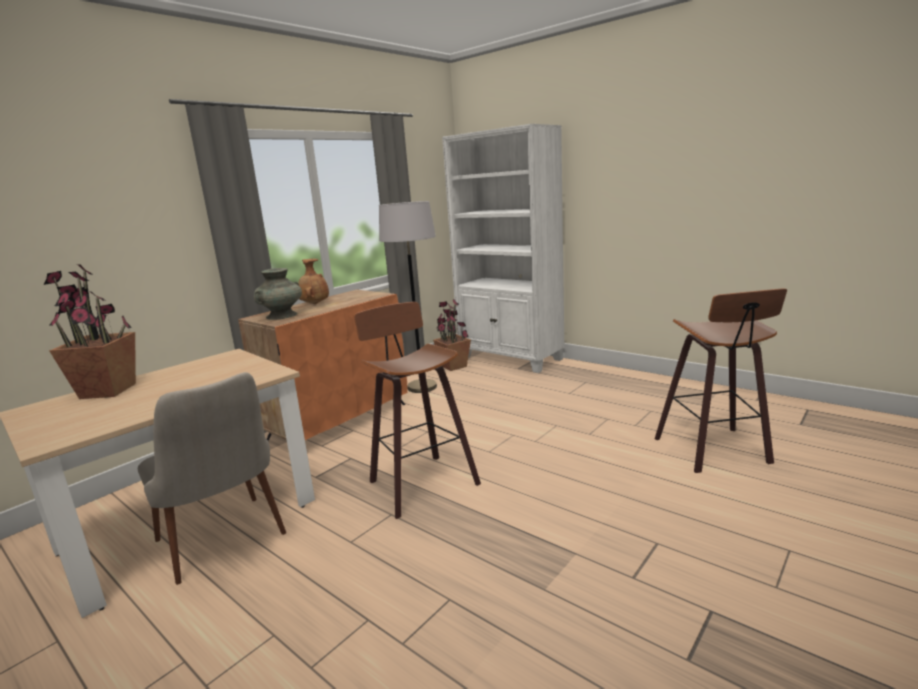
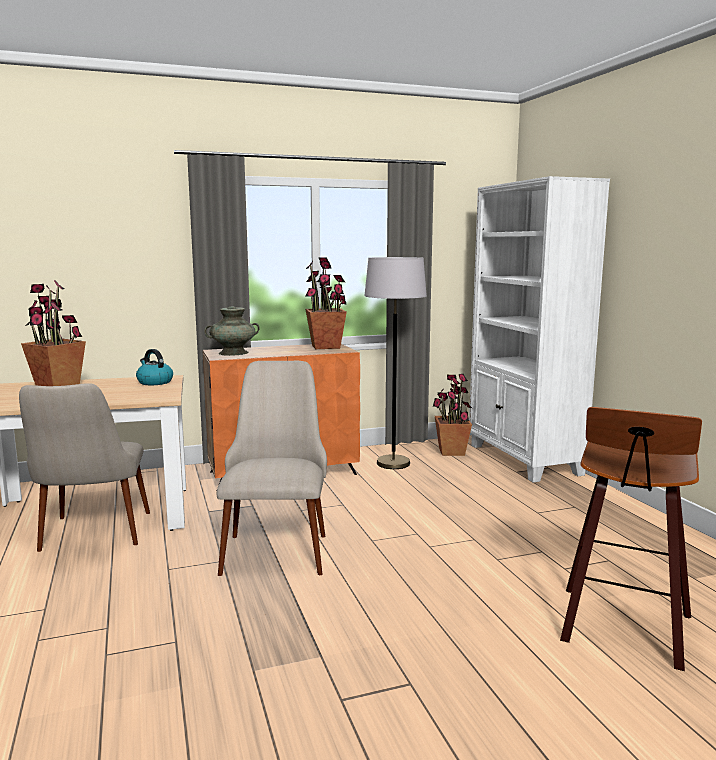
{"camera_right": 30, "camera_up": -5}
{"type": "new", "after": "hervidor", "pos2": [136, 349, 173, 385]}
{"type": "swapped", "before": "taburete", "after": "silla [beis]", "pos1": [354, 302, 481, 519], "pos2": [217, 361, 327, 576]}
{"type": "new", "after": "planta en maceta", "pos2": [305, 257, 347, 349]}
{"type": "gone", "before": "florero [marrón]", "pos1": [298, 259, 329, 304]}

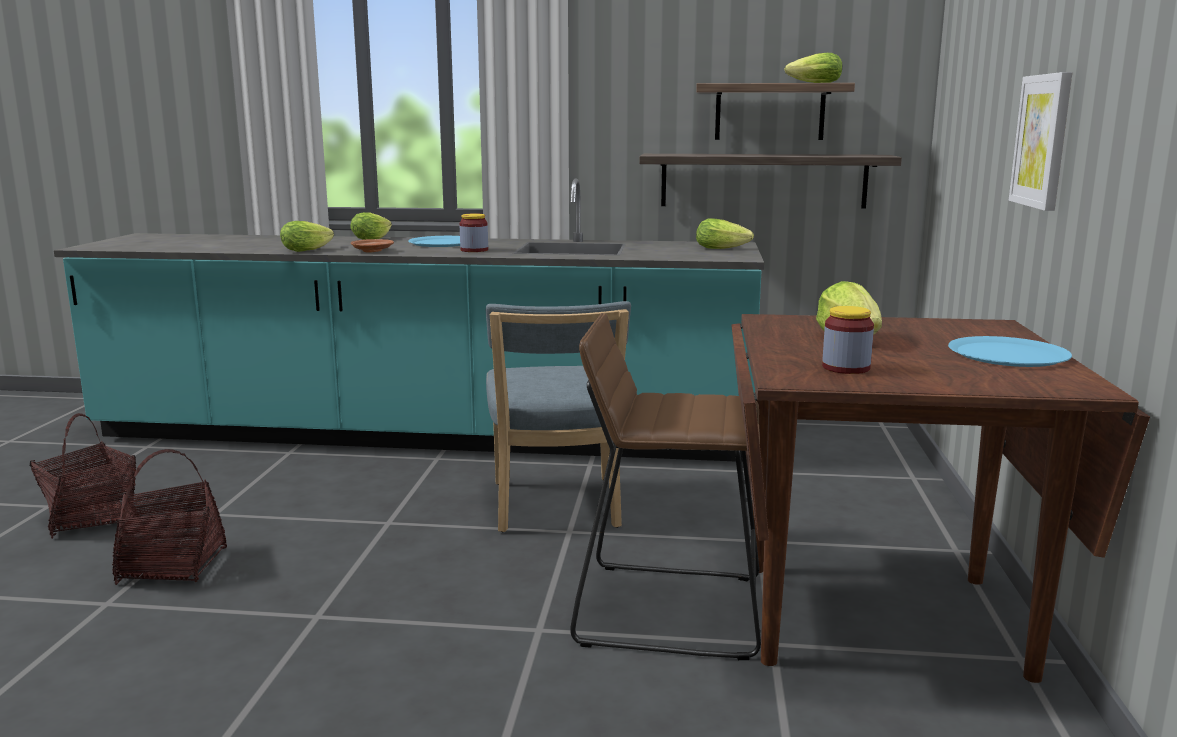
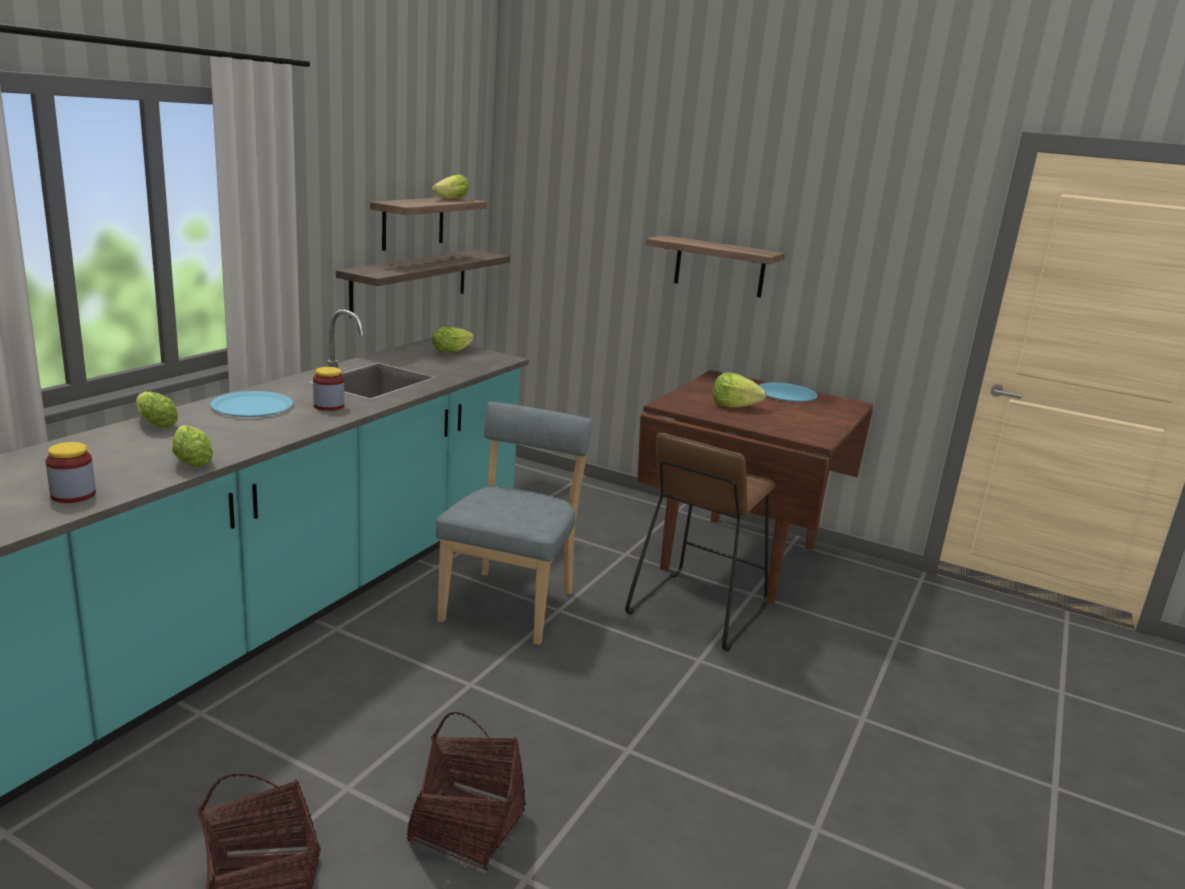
{"camera_right": -70, "camera_up": 5}
{"type": "shifted", "before": "tarro", "pos1": [822, 306, 874, 374], "pos2": [45, 442, 96, 503]}
{"type": "rotated", "before": "silla [azul]", "pos1": [486, 301, 631, 532], "pos2": [436, 402, 593, 645], "turn": -90}
{"type": "swapped", "before": "cuadro", "after": "estante", "pos1": [1009, 72, 1072, 211], "pos2": [646, 235, 785, 298]}
{"type": "gone", "before": "plato [marrón]", "pos1": [351, 239, 394, 253]}

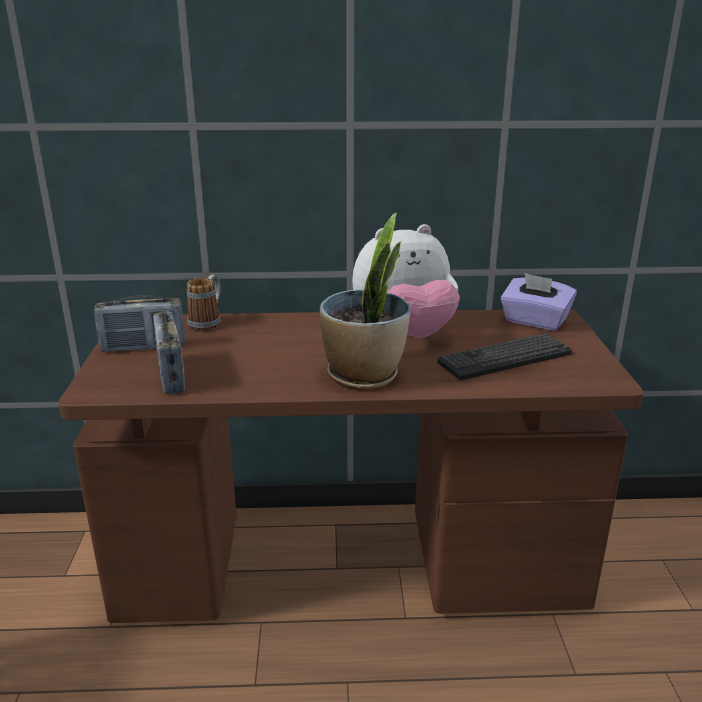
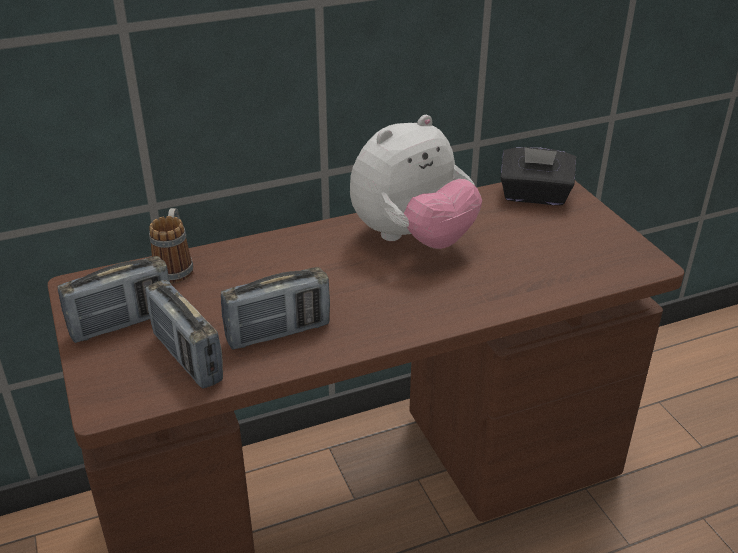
{"camera_right": -20, "camera_up": 10}
{"type": "new", "after": "radio", "pos2": [221, 267, 330, 350]}
{"type": "repainted", "before": "caja de pañuelos [morado]", "after": "caja de pañuelos [negro]", "pos1": [501, 273, 577, 331], "pos2": [500, 147, 576, 205]}
{"type": "gone", "before": "planta en maceta", "pos1": [320, 212, 410, 390]}
{"type": "gone", "before": "teclado", "pos1": [437, 333, 572, 380]}

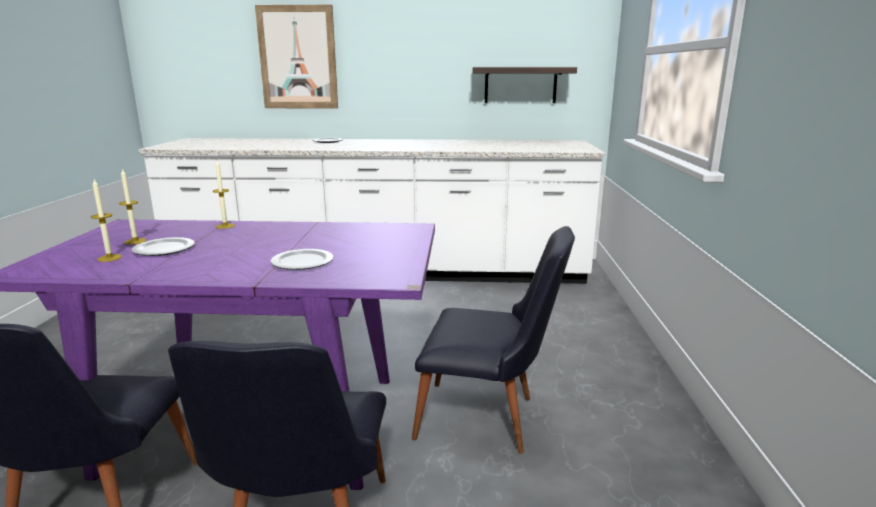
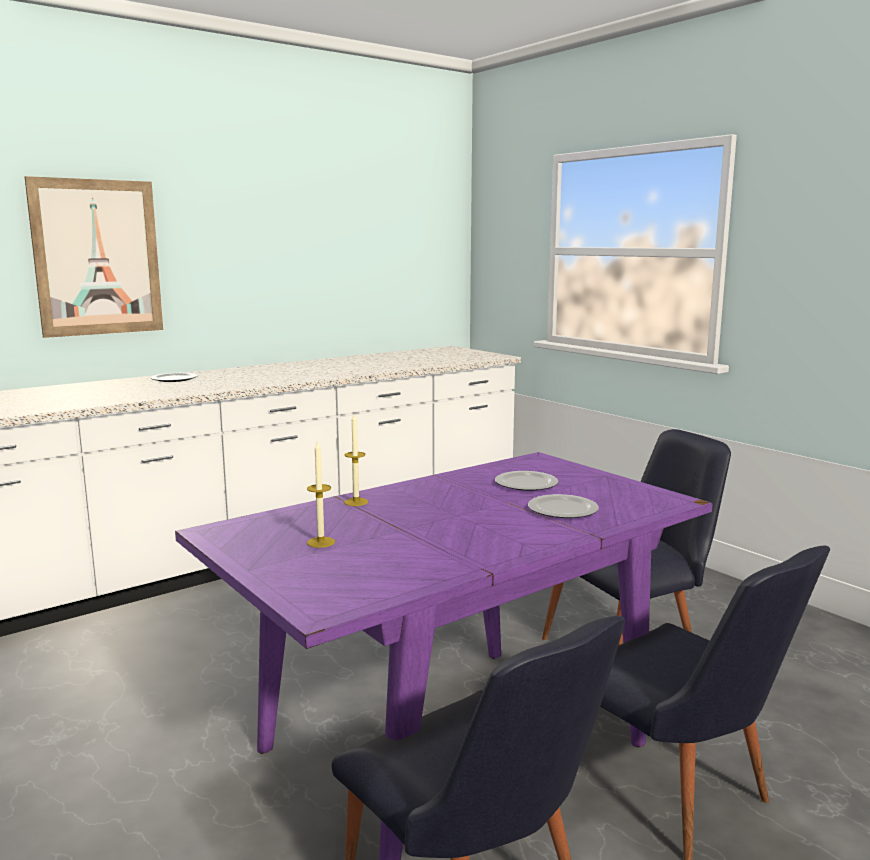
{"camera_right": -40, "camera_up": -5}
{"type": "shifted", "before": "plato", "pos1": [131, 237, 195, 256], "pos2": [495, 471, 559, 491]}
{"type": "gone", "before": "vela", "pos1": [91, 179, 122, 262]}
{"type": "gone", "before": "estante", "pos1": [473, 67, 577, 103]}

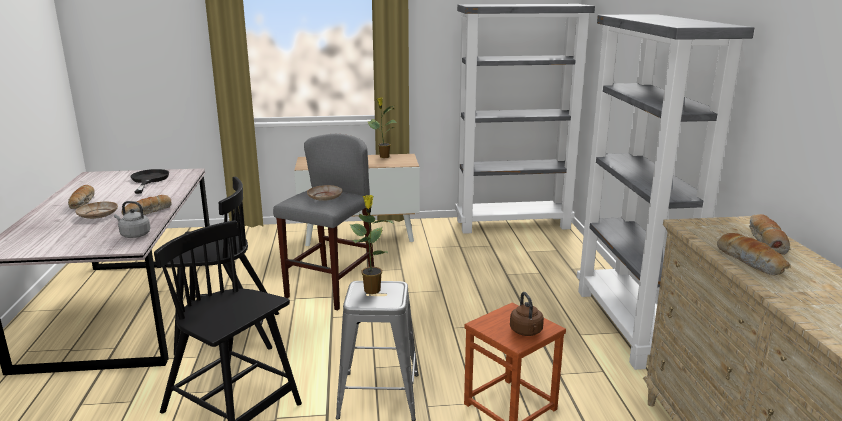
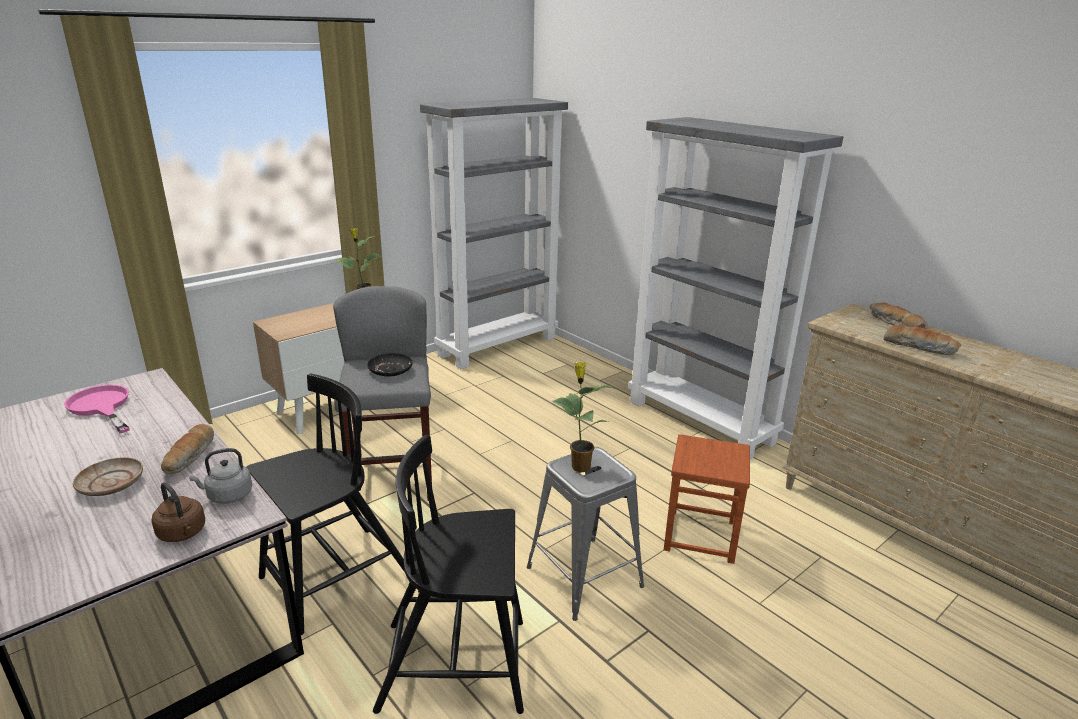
{"camera_right": -35, "camera_up": 5}
{"type": "repainted", "before": "sartén [negro]", "after": "sartén [rosa]", "pos1": [131, 169, 169, 194], "pos2": [64, 385, 130, 434]}
{"type": "shifted", "before": "hervidor [marrón]", "pos1": [510, 292, 544, 336], "pos2": [151, 482, 205, 542]}
{"type": "repainted", "before": "plato [beis]", "after": "plato [negro]", "pos1": [307, 185, 342, 201], "pos2": [367, 353, 413, 376]}
{"type": "gone", "before": "pan", "pos1": [68, 185, 95, 209]}

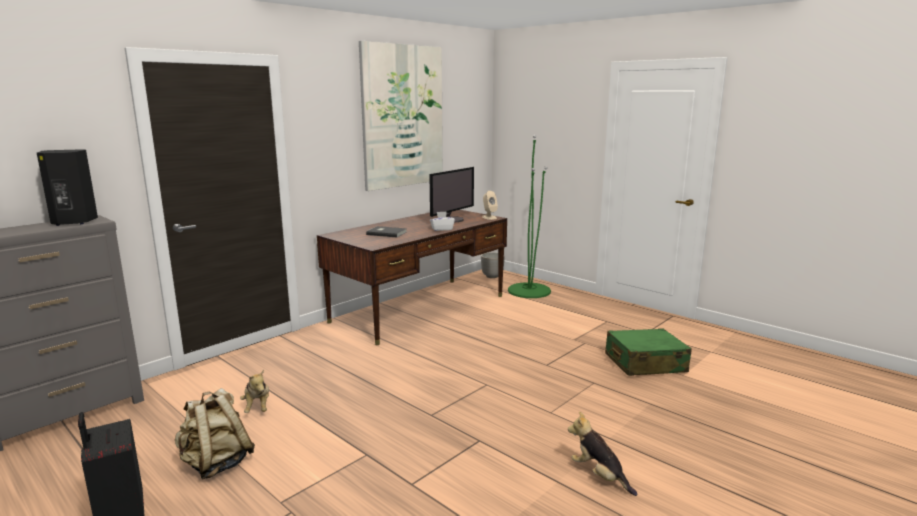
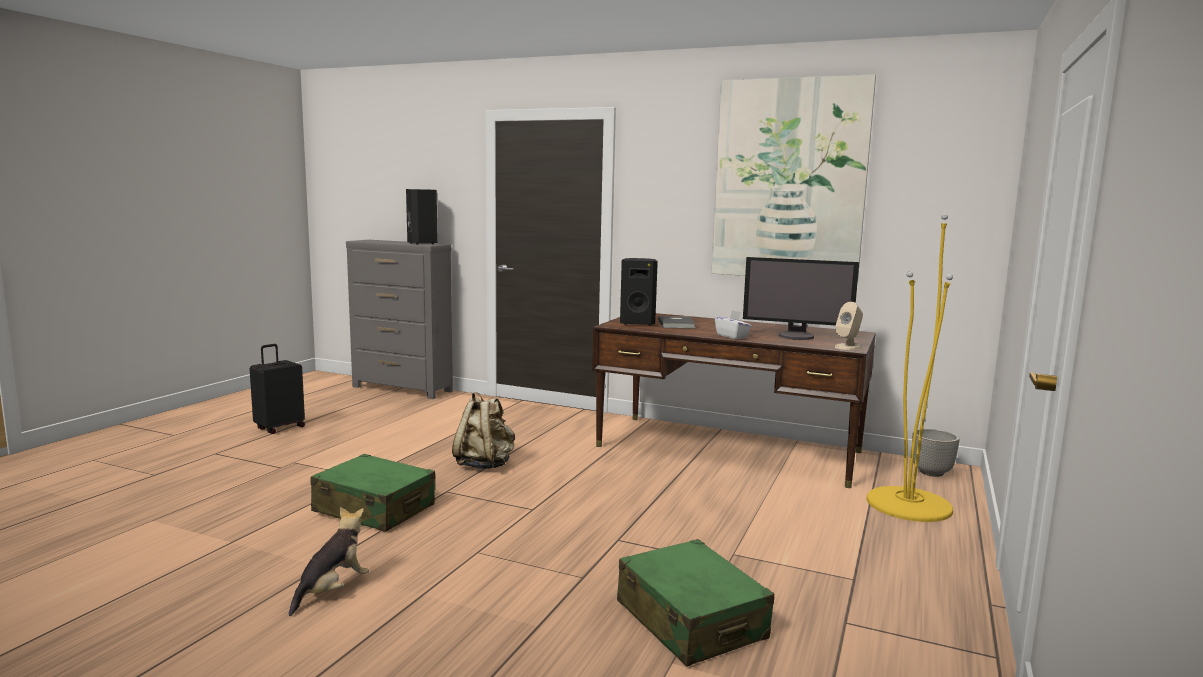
{"camera_right": 70, "camera_up": -5}
{"type": "new", "after": "maleta [verde]", "pos2": [311, 454, 435, 532]}
{"type": "shifted", "before": "mochila [beis]", "pos1": [175, 388, 255, 480], "pos2": [452, 392, 515, 469]}
{"type": "new", "after": "altavoz [negro]", "pos2": [620, 258, 658, 326]}
{"type": "repainted", "before": "lámpara de pie [verde]", "after": "lámpara de pie [amarillo]", "pos1": [508, 135, 551, 298], "pos2": [866, 214, 953, 522]}
{"type": "gone", "before": "peluche", "pos1": [240, 370, 269, 413]}

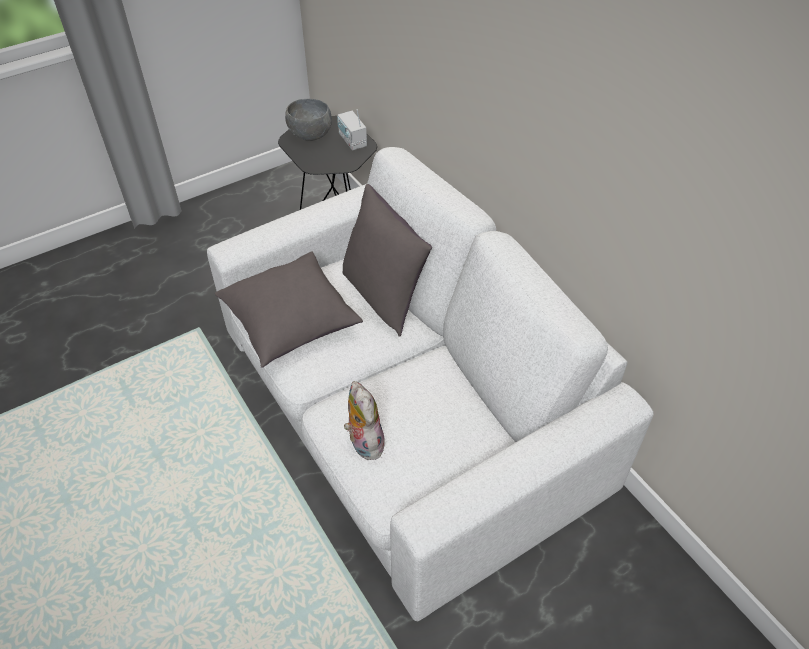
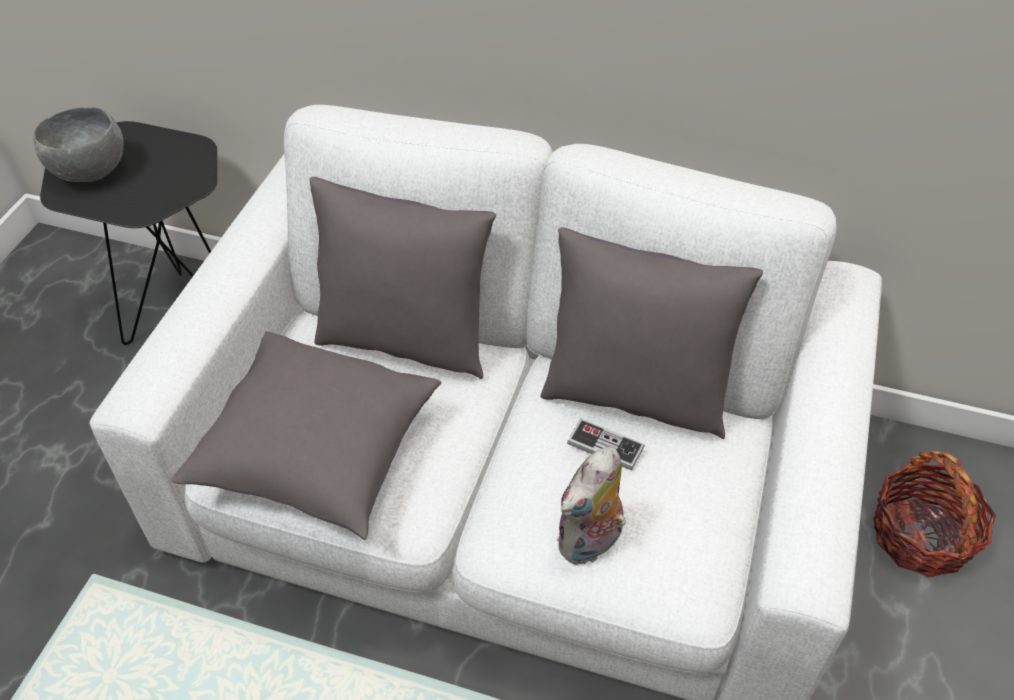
{"camera_right": -40, "camera_up": 0}
{"type": "new", "after": "cojín [gris]", "pos2": [540, 227, 763, 439]}
{"type": "rotated", "before": "peluche", "pos1": [344, 381, 388, 460], "pos2": [557, 447, 626, 566], "turn": -75}
{"type": "new", "after": "mando de consola", "pos2": [567, 419, 645, 470]}
{"type": "new", "after": "cesta", "pos2": [873, 450, 996, 578]}
{"type": "gone", "before": "radio", "pos1": [337, 109, 367, 150]}

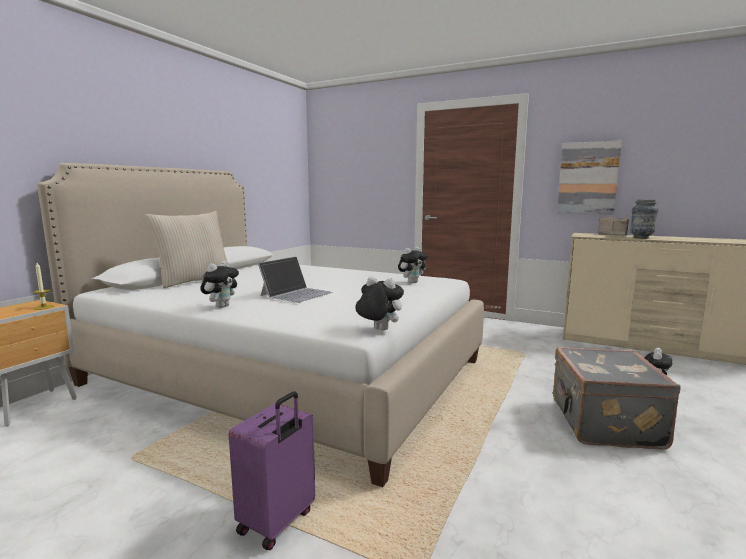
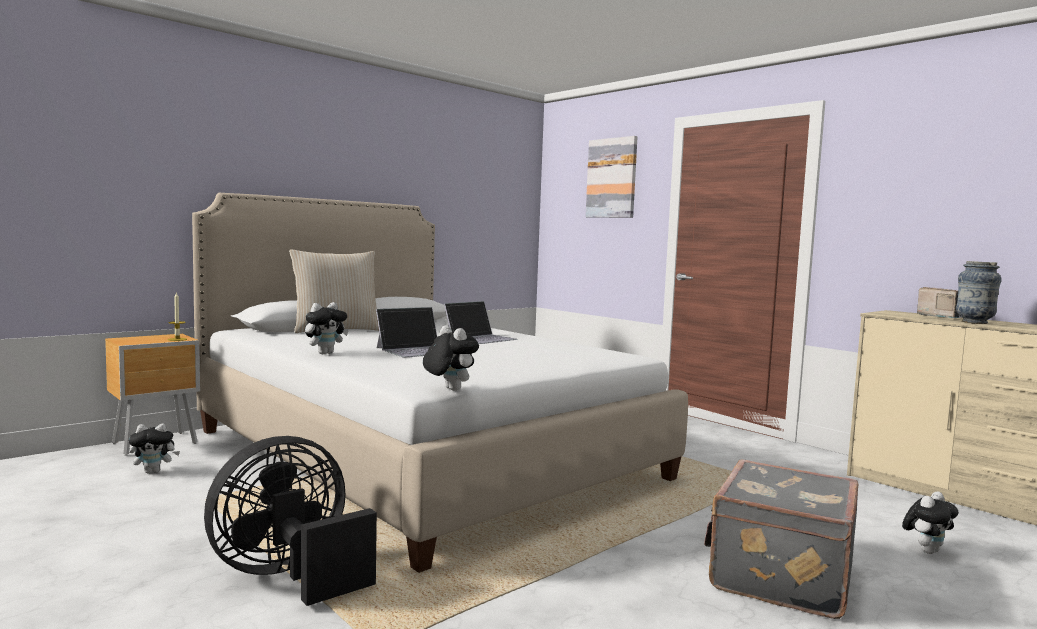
{"camera_right": 20, "camera_up": -5}
{"type": "shifted", "before": "peluche", "pos1": [398, 247, 428, 284], "pos2": [128, 424, 180, 473]}
{"type": "swapped", "before": "maleta [morado]", "after": "ventilador [negro]", "pos1": [229, 391, 315, 551], "pos2": [204, 436, 377, 606]}
{"type": "new", "after": "portátil", "pos2": [444, 301, 518, 344]}
{"type": "shifted", "before": "cuadro", "pos1": [557, 140, 622, 214], "pos2": [586, 136, 637, 218]}

